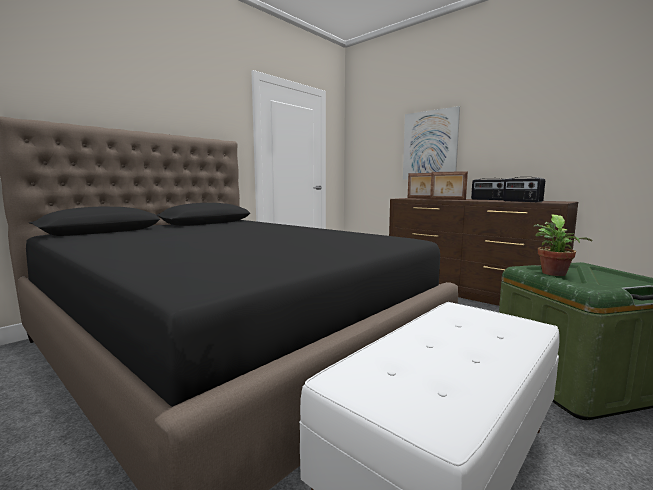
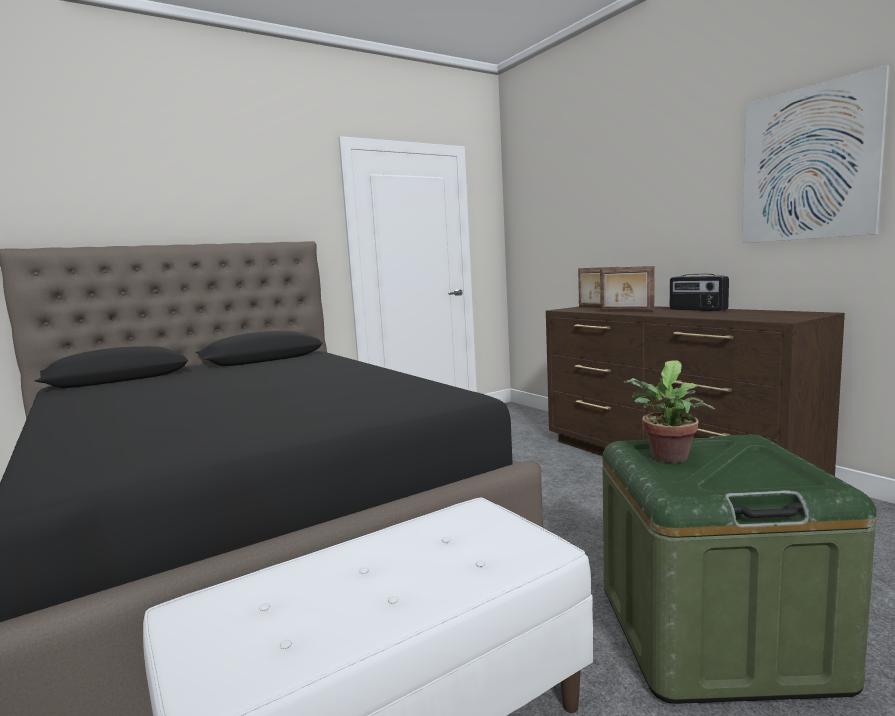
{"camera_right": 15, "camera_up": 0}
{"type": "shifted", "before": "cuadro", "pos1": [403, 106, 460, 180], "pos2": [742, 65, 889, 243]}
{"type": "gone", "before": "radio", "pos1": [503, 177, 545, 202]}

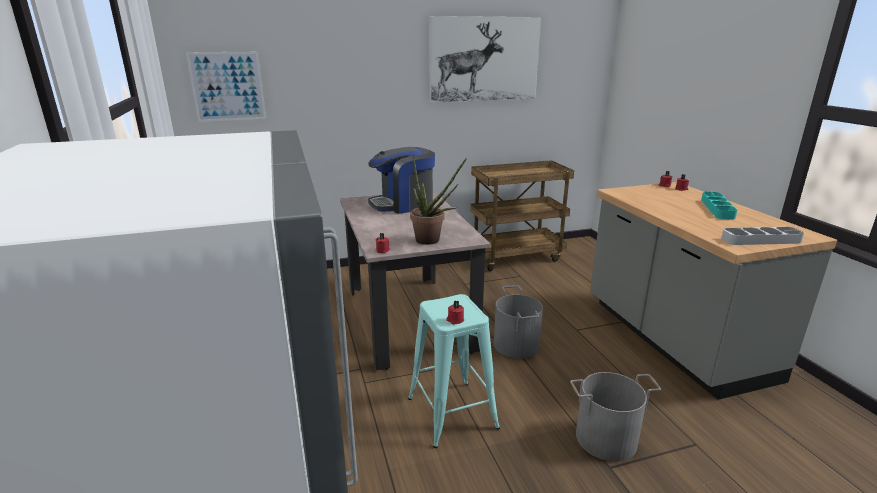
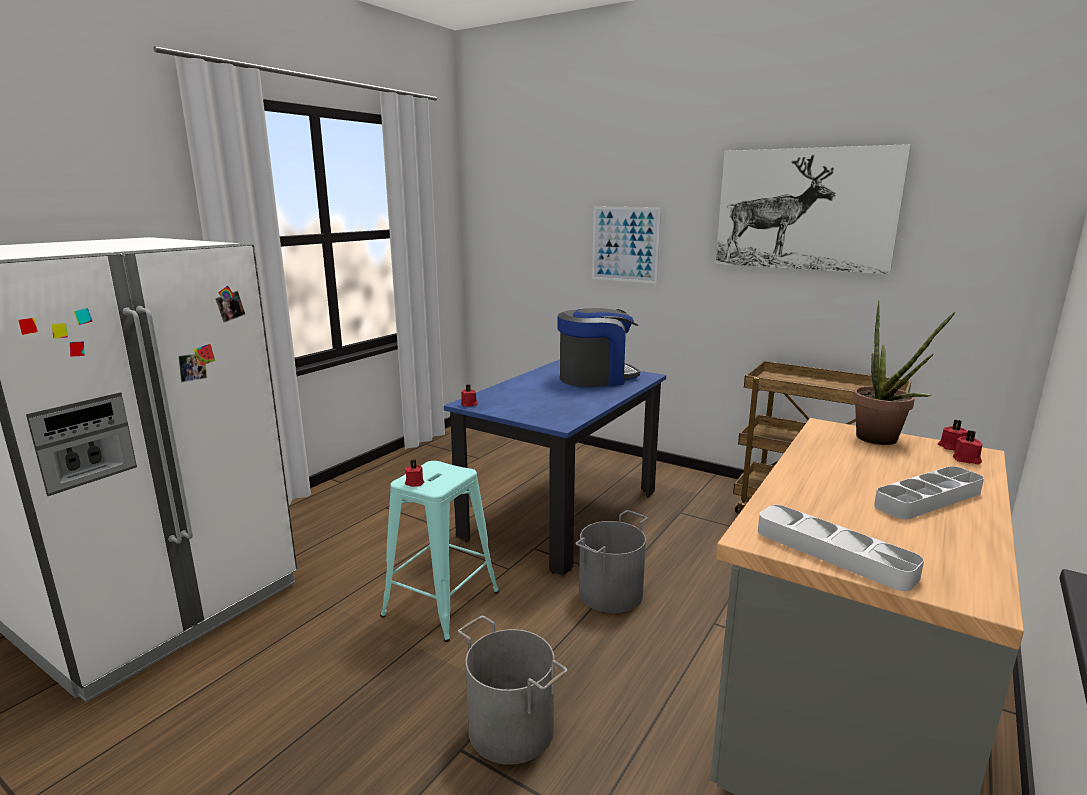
{"camera_right": 50, "camera_up": -5}
{"type": "repainted", "before": "mesa de comedor [beis]", "after": "mesa de comedor [azul]", "pos1": [340, 190, 490, 370], "pos2": [444, 359, 666, 576]}
{"type": "rotated", "before": "cafetera", "pos1": [368, 147, 435, 214], "pos2": [558, 308, 640, 387], "turn": 135}
{"type": "shifted", "before": "cuadro", "pos1": [186, 52, 266, 122], "pos2": [592, 206, 661, 284]}
{"type": "shifted", "before": "planta en maceta", "pos1": [410, 155, 467, 245], "pos2": [853, 301, 956, 445]}
{"type": "repainted", "before": "bandeja [turquesa]", "after": "bandeja [gris]", "pos1": [701, 191, 737, 220], "pos2": [874, 466, 984, 519]}

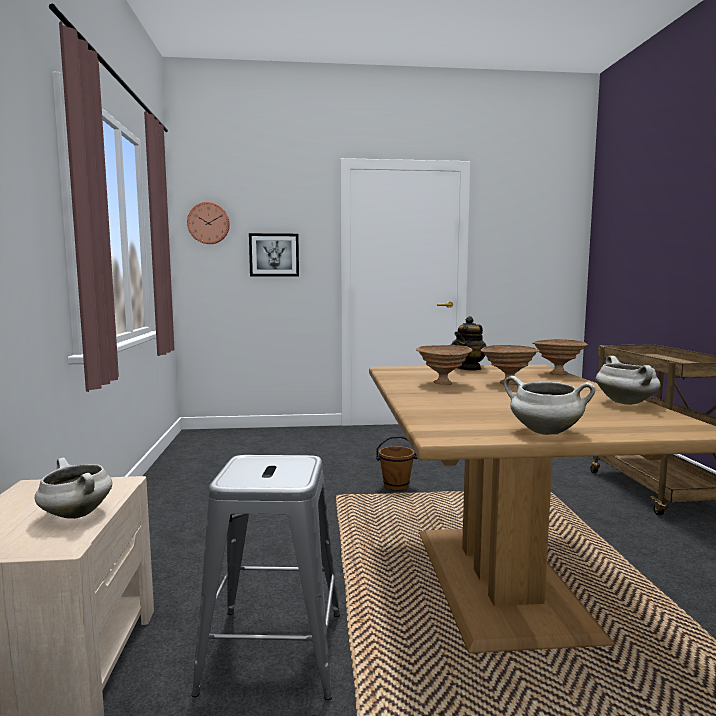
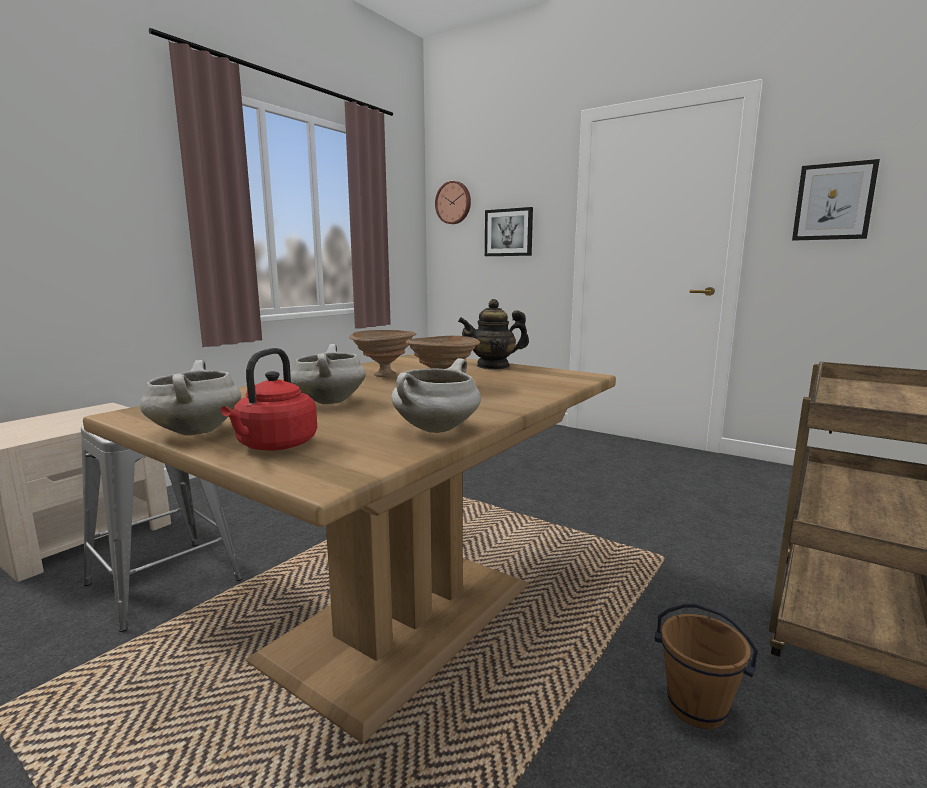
{"camera_right": 40, "camera_up": 5}
{"type": "new", "after": "hervidor [rojo]", "pos2": [221, 348, 317, 451]}
{"type": "shifted", "before": "olla [blanco]", "pos1": [35, 457, 112, 519], "pos2": [290, 344, 366, 404]}
{"type": "shifted", "before": "cubo [marrón]", "pos1": [376, 436, 417, 491], "pos2": [654, 604, 758, 729]}
{"type": "new", "after": "cuadro", "pos2": [792, 159, 880, 241]}
{"type": "gone", "before": "cuenco [marrón]", "pos1": [532, 339, 588, 375]}

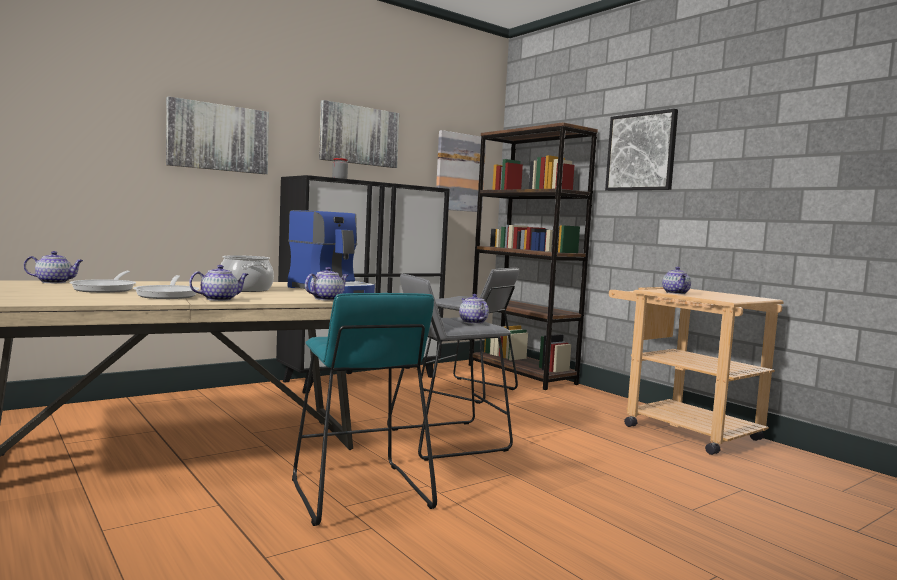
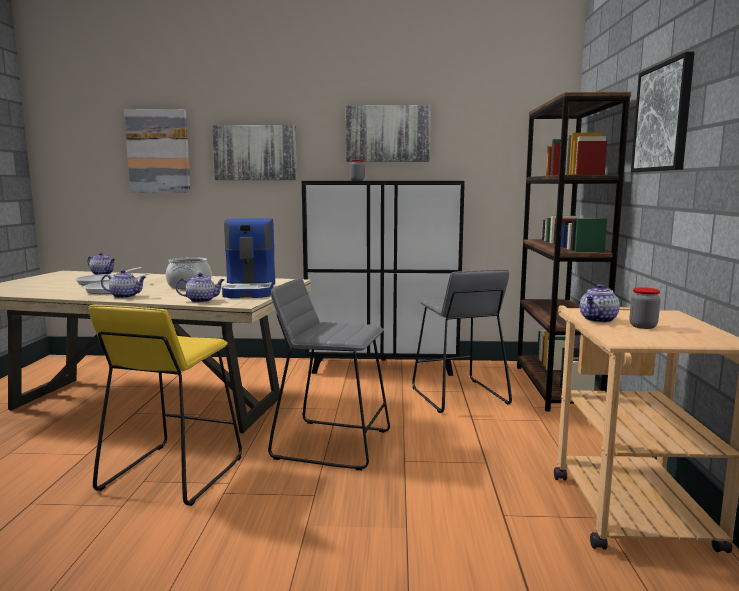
{"camera_right": 40, "camera_up": 5}
{"type": "repainted", "before": "taburete [turquesa]", "after": "taburete [amarillo]", "pos1": [292, 293, 437, 526], "pos2": [89, 304, 242, 506]}
{"type": "shifted", "before": "cuadro", "pos1": [436, 130, 486, 212], "pos2": [124, 109, 191, 193]}
{"type": "new", "after": "tarro", "pos2": [629, 287, 661, 329]}
{"type": "gone", "before": "tetera", "pos1": [459, 294, 489, 324]}

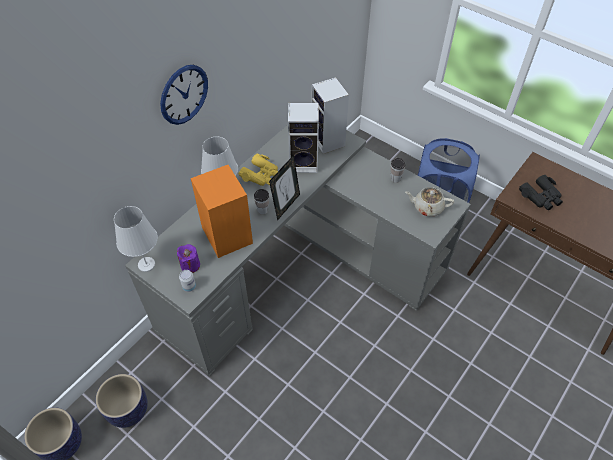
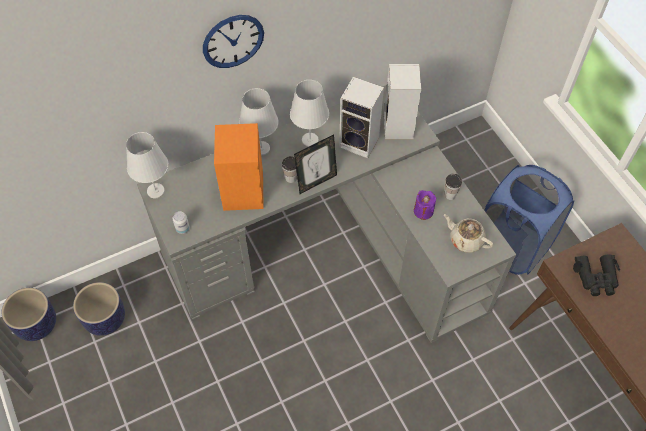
{"camera_right": 25, "camera_up": 5}
{"type": "swapped", "before": "prismáticos [amarillo]", "after": "lámpara de mesa [blanco]", "pos1": [238, 153, 278, 186], "pos2": [290, 80, 329, 147]}
{"type": "shifted", "before": "vela [morado]", "pos1": [177, 244, 200, 273], "pos2": [414, 190, 436, 220]}

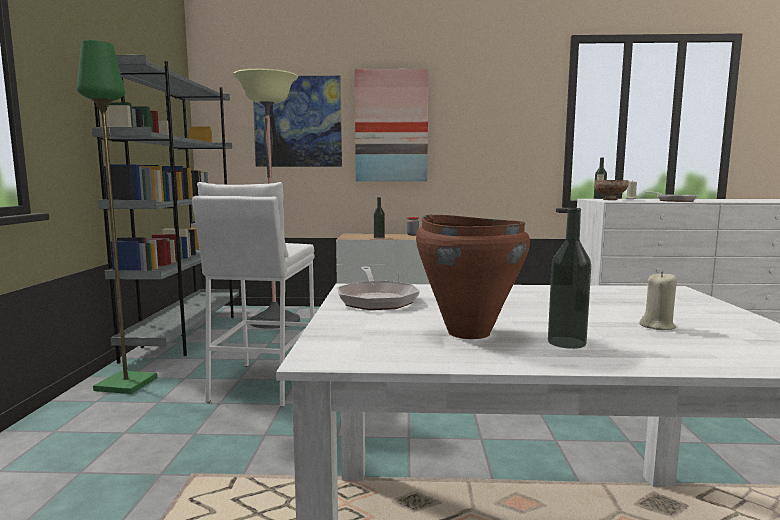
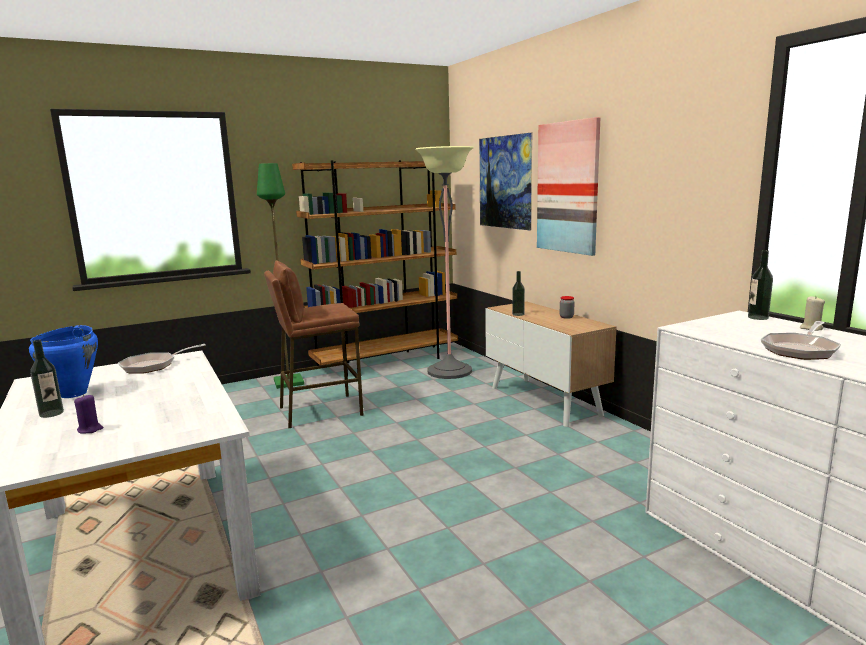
{"camera_right": 60, "camera_up": 5}
{"type": "repainted", "before": "olla [marrón]", "after": "olla [azul]", "pos1": [416, 214, 530, 339], "pos2": [29, 325, 98, 398]}
{"type": "repainted", "before": "vela [beis]", "after": "vela [morado]", "pos1": [639, 272, 677, 330], "pos2": [74, 394, 104, 434]}
{"type": "repainted", "before": "taburete [blanco]", "after": "taburete [marrón]", "pos1": [192, 182, 314, 407], "pos2": [264, 260, 364, 428]}
{"type": "repainted", "before": "estantería [gris]", "after": "estantería [marrón]", "pos1": [92, 55, 239, 364], "pos2": [292, 160, 458, 377]}
{"type": "gone", "before": "cuenco", "pos1": [594, 180, 629, 200]}

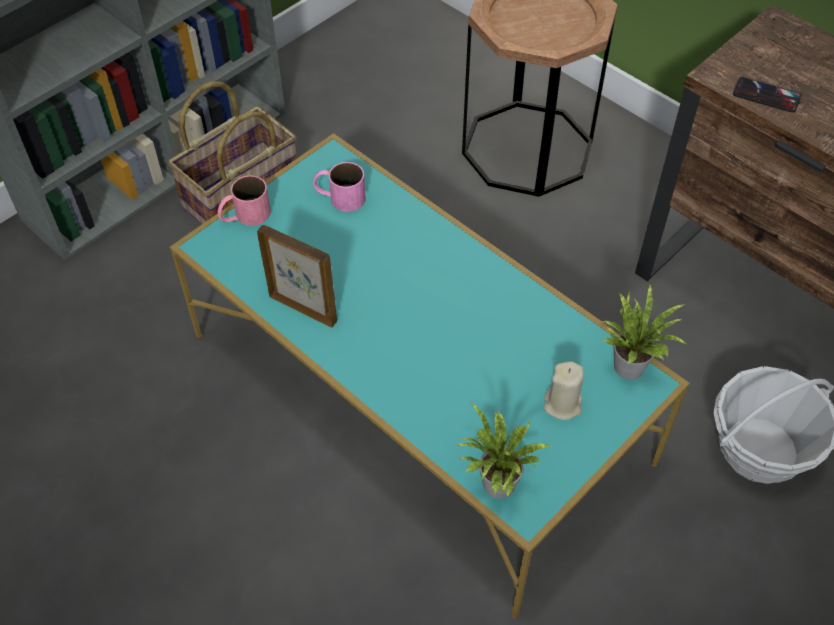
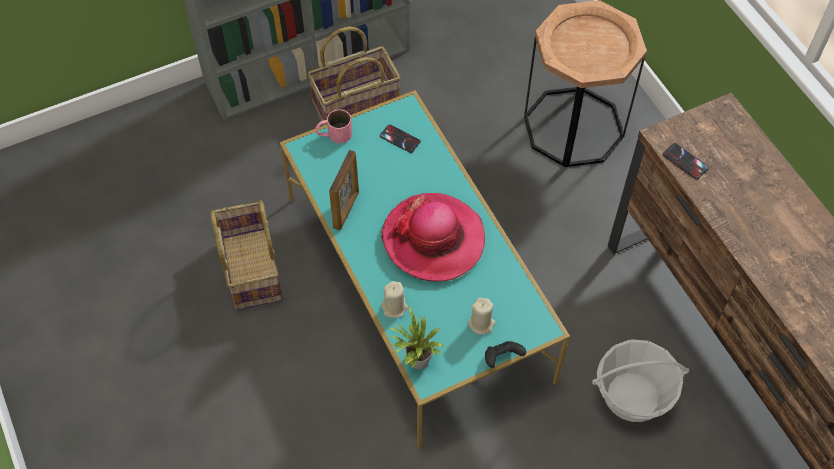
{"camera_right": 20, "camera_up": 5}
{"type": "new", "after": "cesta", "pos2": [210, 200, 283, 310]}
{"type": "rotated", "before": "portarretratos", "pos1": [257, 225, 337, 327], "pos2": [329, 150, 359, 230], "turn": 60}
{"type": "swapped", "before": "taza grande [rosa]", "after": "móvil", "pos1": [313, 162, 366, 212], "pos2": [380, 124, 421, 153]}
{"type": "new", "after": "sombrero", "pos2": [381, 193, 485, 281]}
{"type": "new", "after": "vela [beis]", "pos2": [382, 281, 408, 318]}
{"type": "new", "after": "mando de consola [negro]", "pos2": [485, 341, 526, 368]}
{"type": "gone", "before": "planta en maceta", "pos1": [602, 283, 687, 380]}

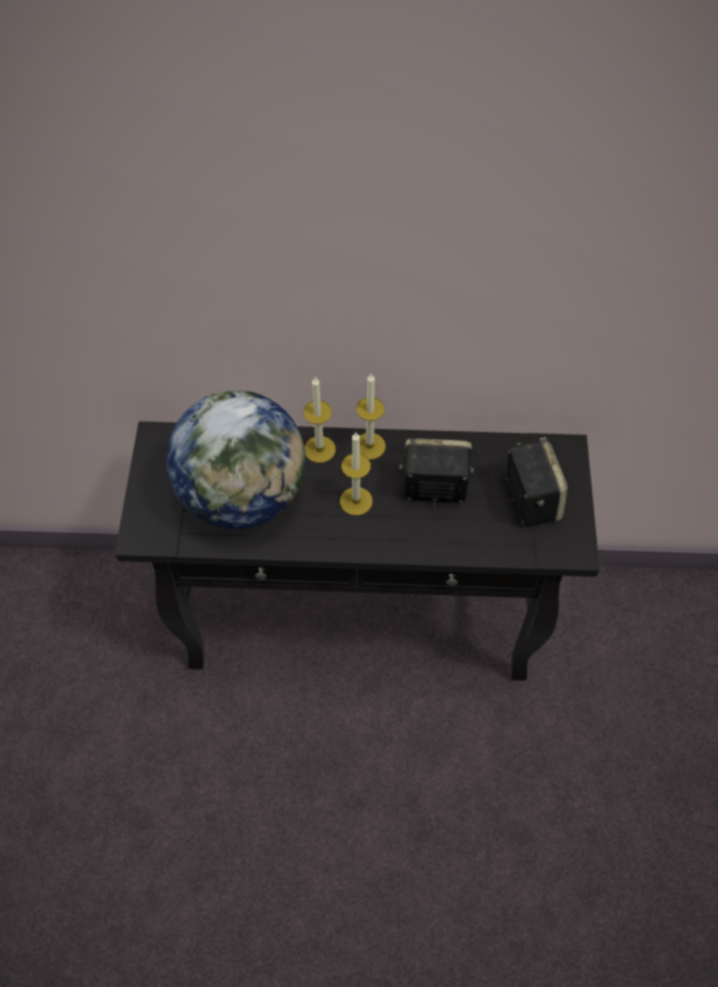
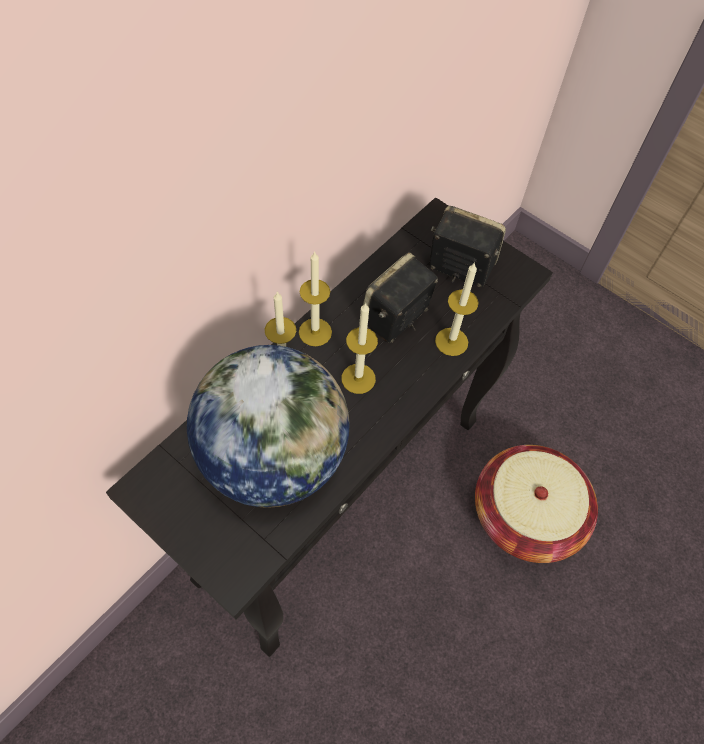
{"camera_right": -55, "camera_up": 0}
{"type": "new", "after": "vela", "pos2": [435, 262, 479, 356]}
{"type": "new", "after": "cesta", "pos2": [475, 445, 598, 563]}

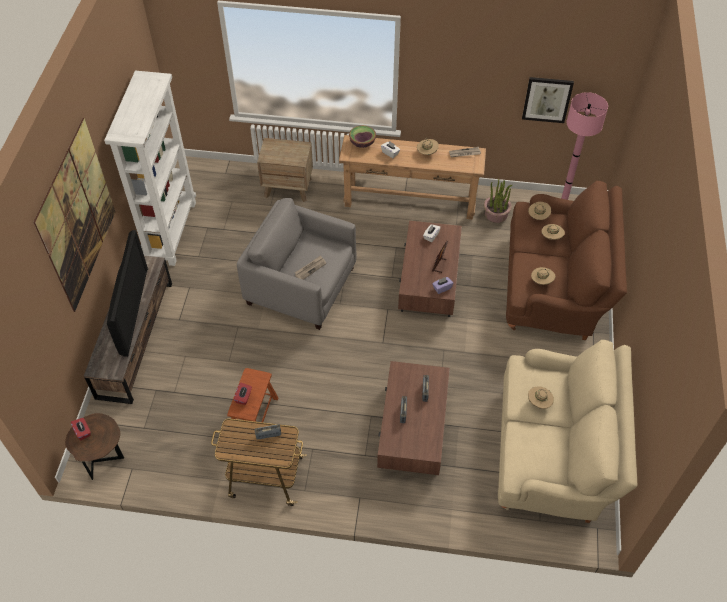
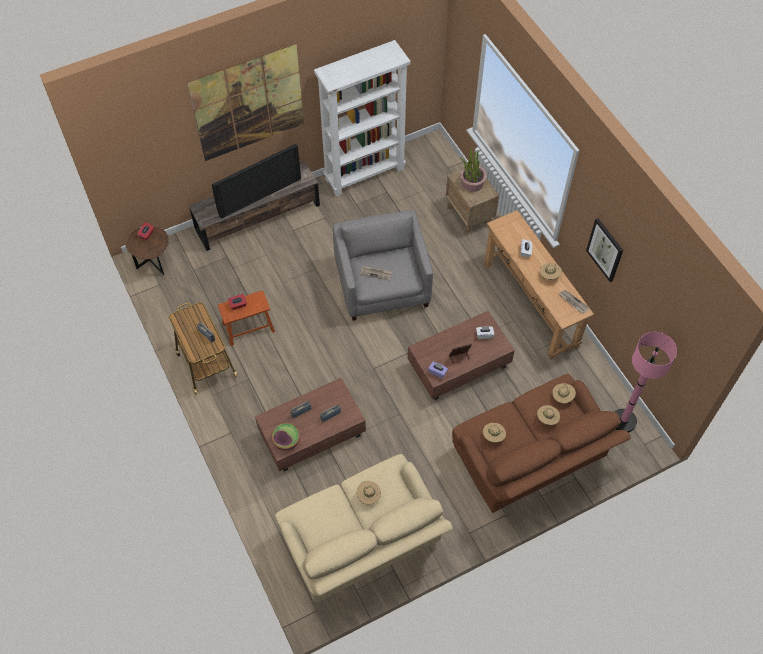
{"camera_right": 55, "camera_up": 5}
{"type": "shifted", "before": "cuenco", "pos1": [349, 125, 376, 148], "pos2": [271, 423, 300, 450]}
{"type": "shifted", "before": "planta en maceta", "pos1": [484, 179, 513, 223], "pos2": [460, 147, 487, 192]}
{"type": "shifted", "before": "cuadro", "pos1": [522, 77, 574, 123], "pos2": [586, 218, 623, 282]}

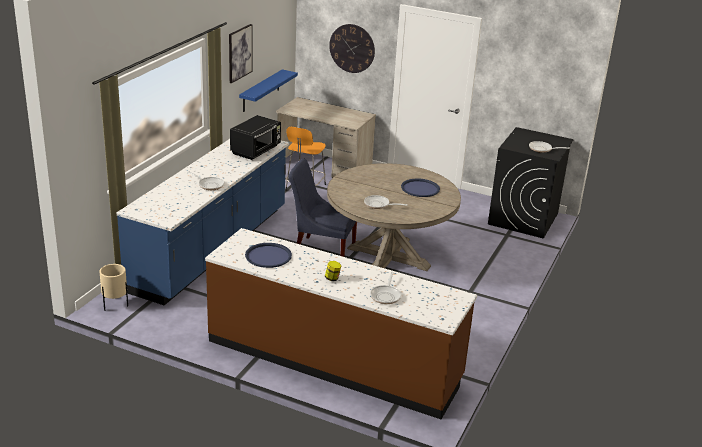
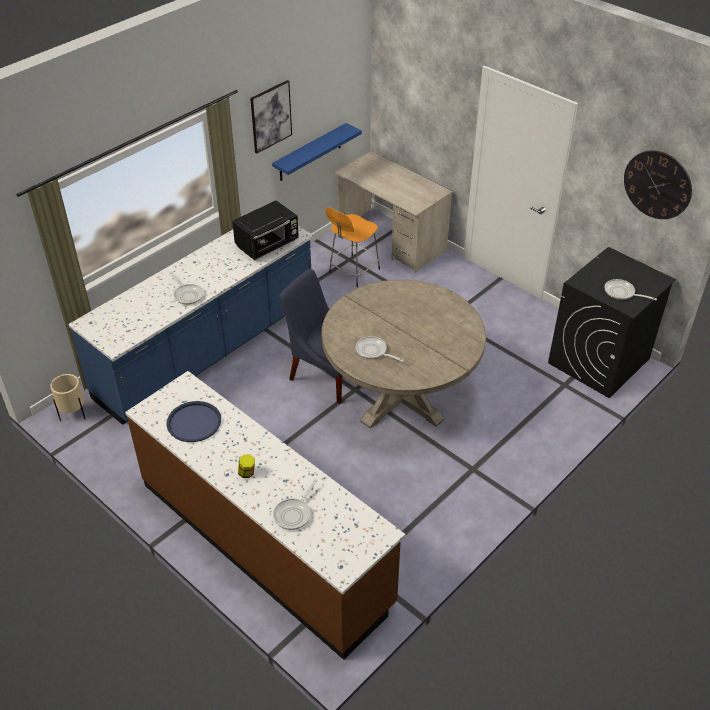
{"camera_right": 20, "camera_up": 15}
{"type": "shifted", "before": "reloj de pared", "pos1": [329, 24, 375, 73], "pos2": [624, 150, 692, 219]}
{"type": "gone", "before": "bandeja [azul]", "pos1": [401, 179, 440, 197]}

